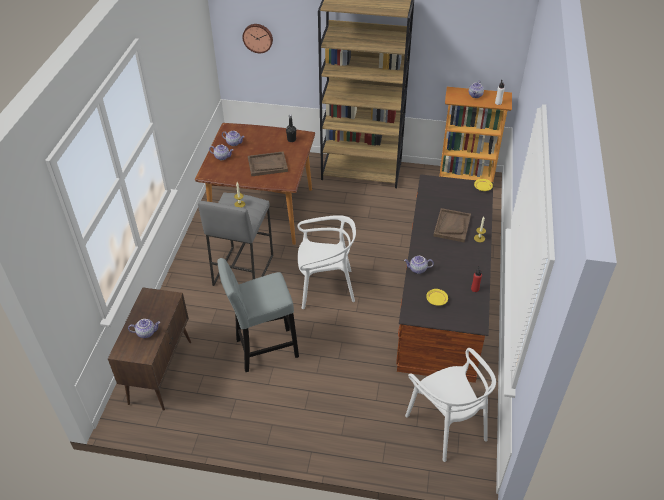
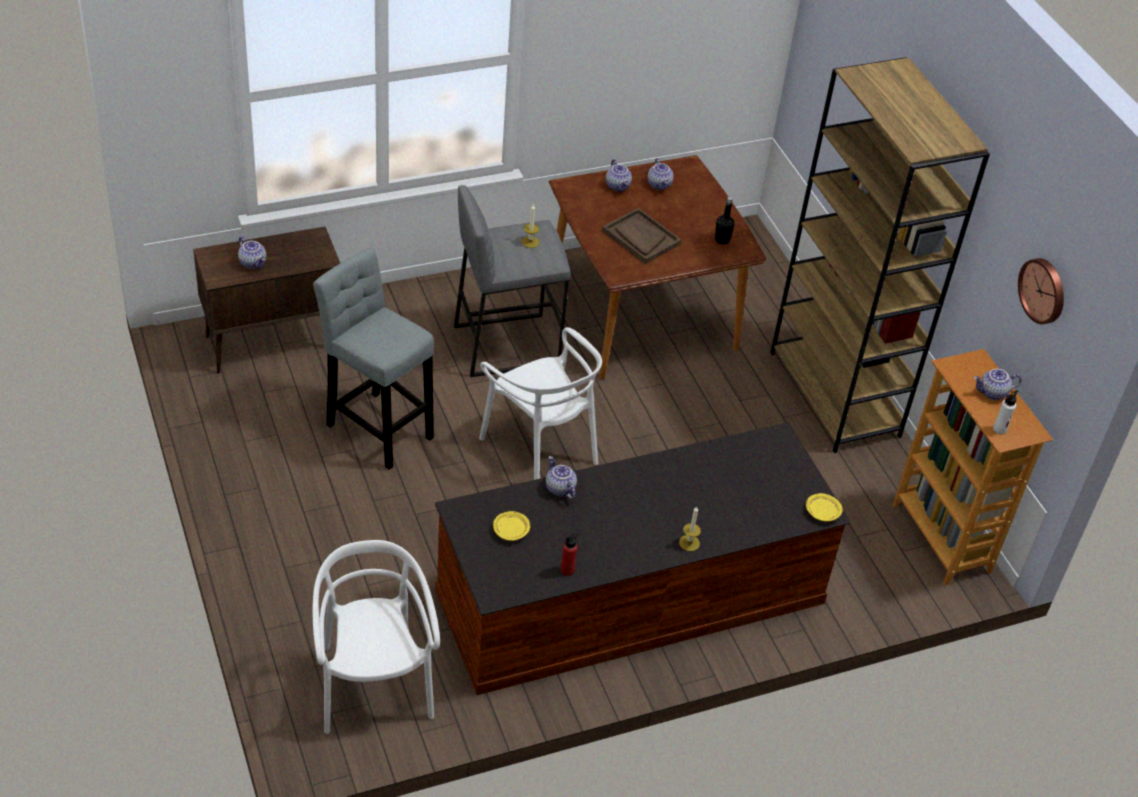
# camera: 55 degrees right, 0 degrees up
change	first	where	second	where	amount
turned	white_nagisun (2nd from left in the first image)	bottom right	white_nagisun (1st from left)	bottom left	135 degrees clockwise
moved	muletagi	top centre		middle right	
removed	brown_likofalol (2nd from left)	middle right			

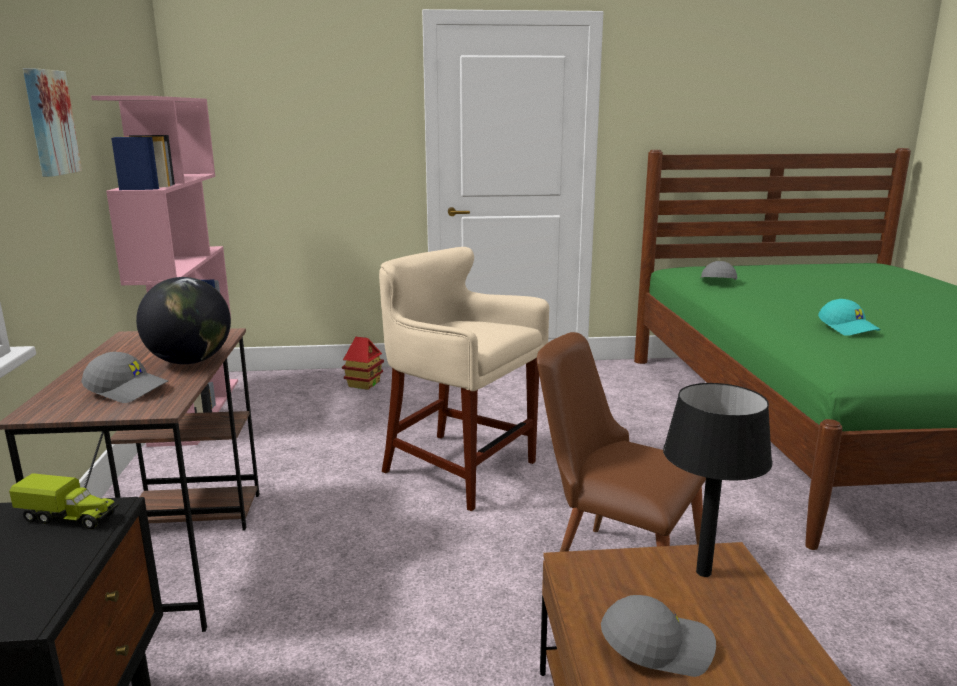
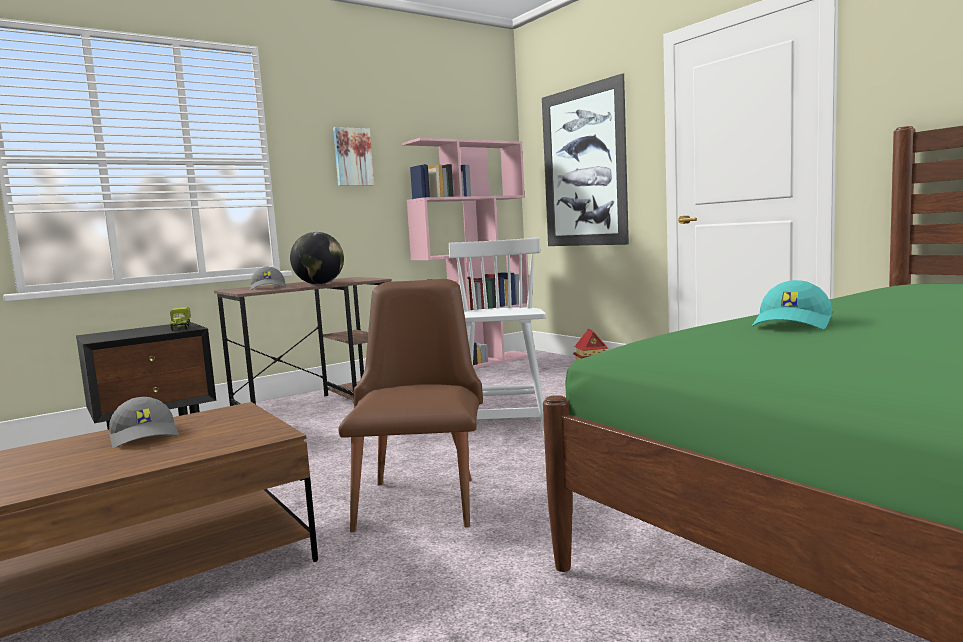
# camera: 60 degrees right, 10 degrees down
change	first	where	second	where	amount
replaced	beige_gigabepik	centre	white_nagisun	centre	
added			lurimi (2nd from left)	top centre	
removed	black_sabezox	bottom right			
removed	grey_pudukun (3rd from left)	middle right			

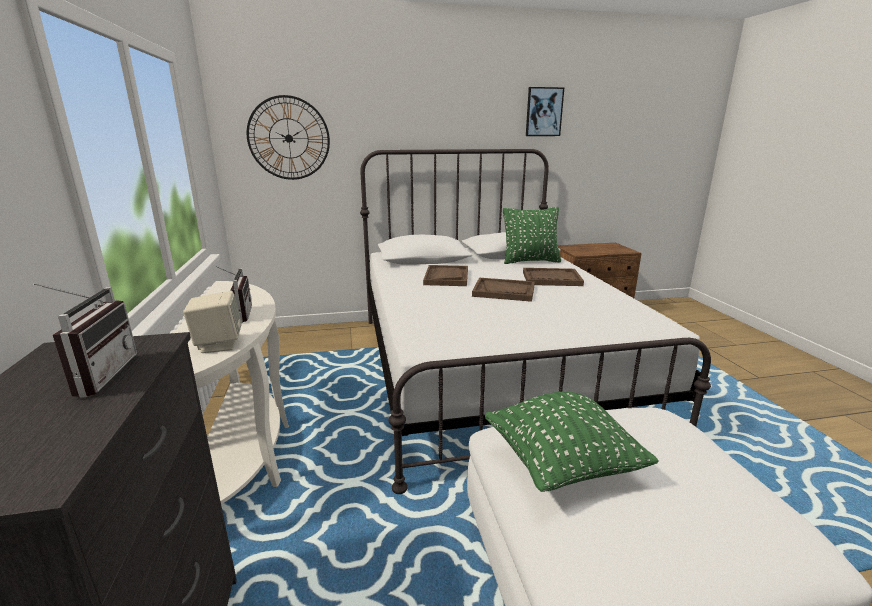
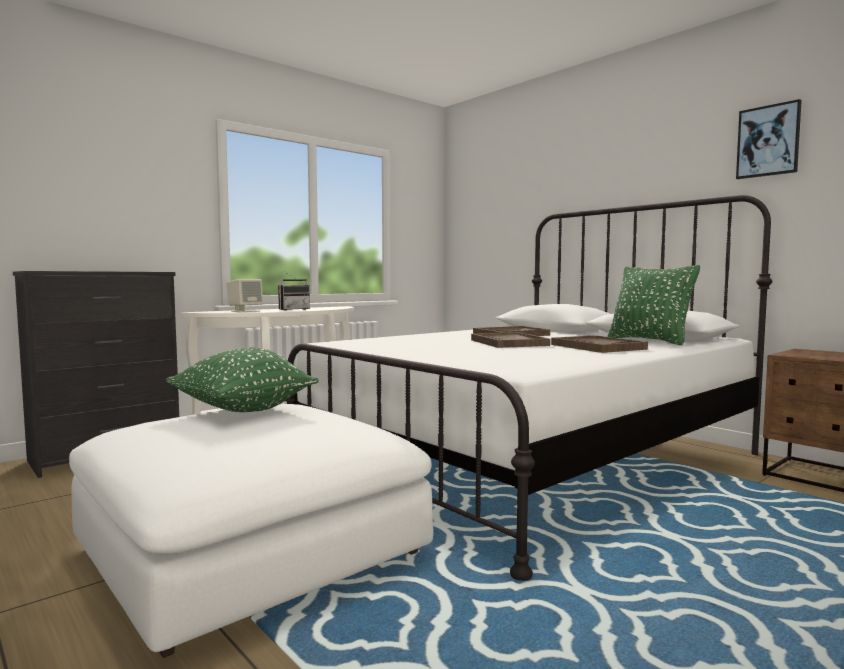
# camera: 60 degrees right, 15 degrees down
change	first	where	second	where	amount
removed	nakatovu (1st from left)	middle left			
removed	muletagi	top left			

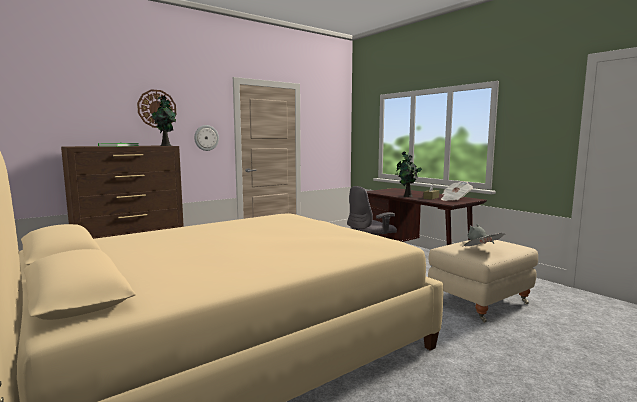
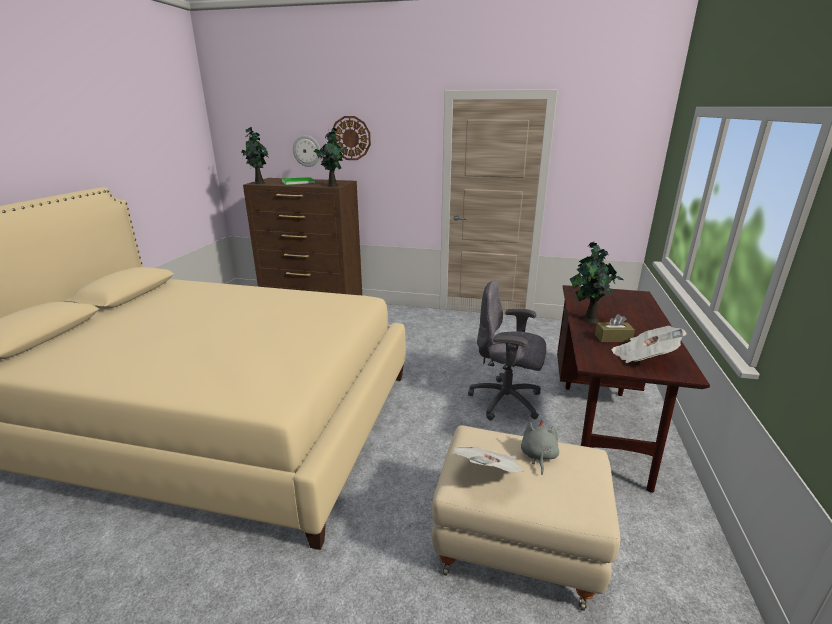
# camera: 50 degrees right, 15 degrees up
change	first	where	second	where	amount
added			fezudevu (1st from left)	top left	
moved	muletagi (2nd from left in the first image)	middle left	muletagi (1st from left)	top centre	

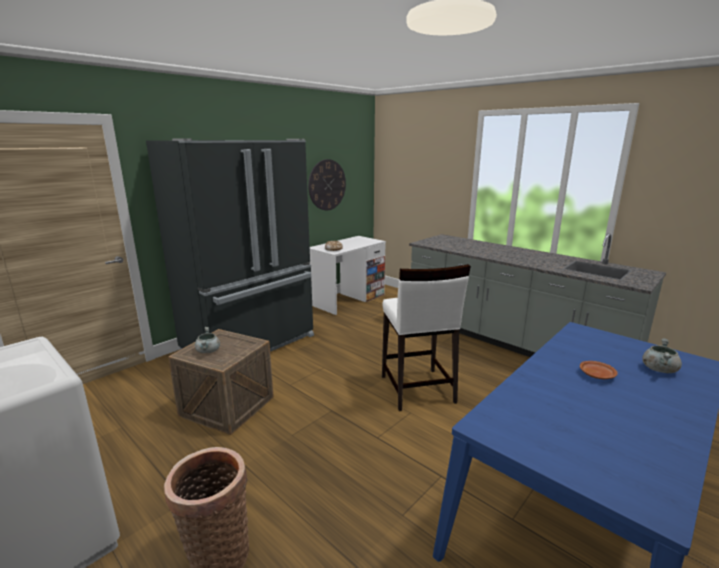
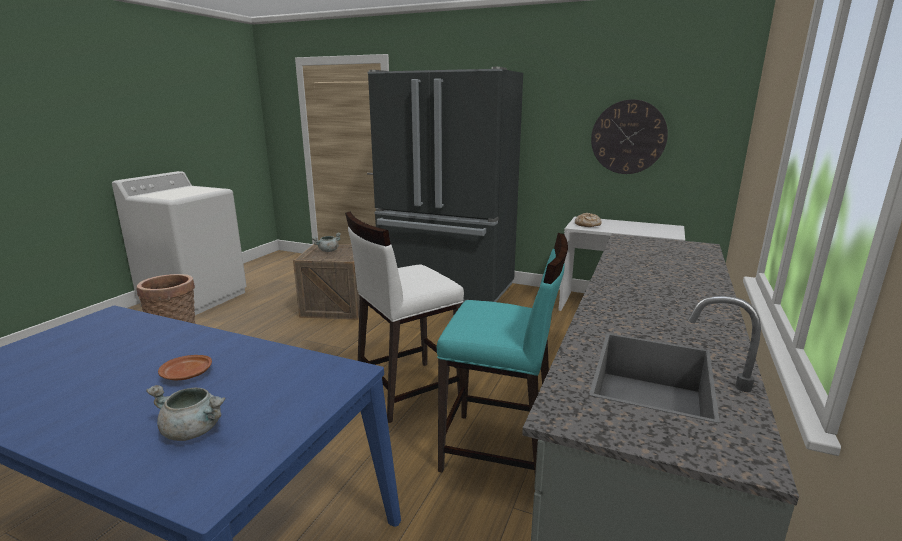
# camera: 70 degrees right, 0 degrees up
change	first	where	second	where	amount
added			turquoise_gigabepik	centre	

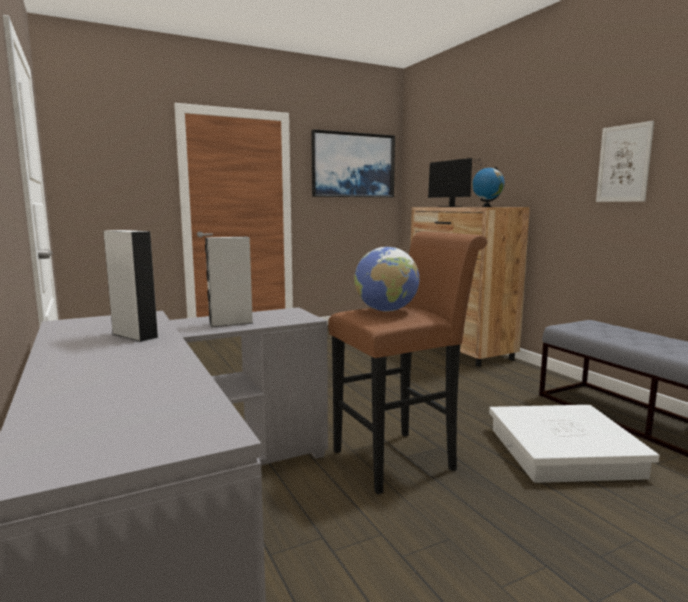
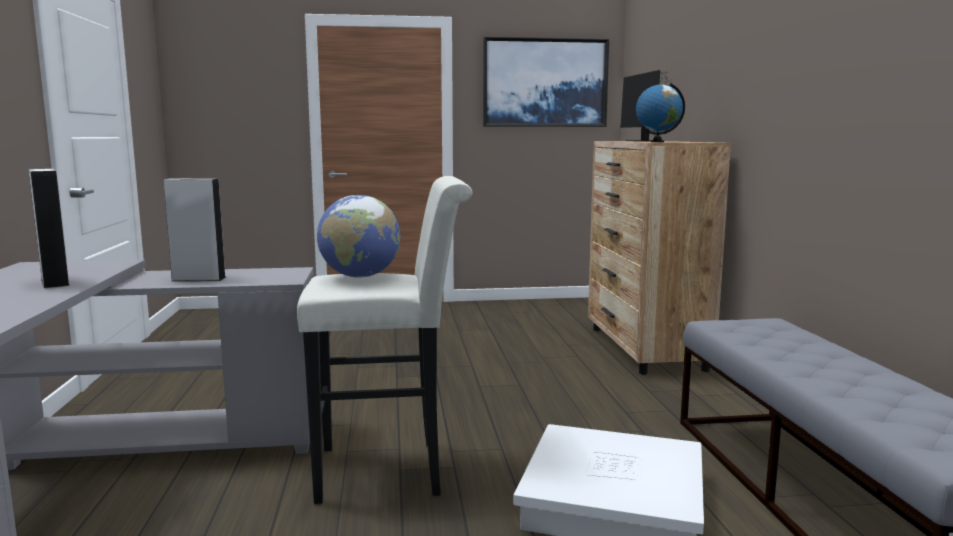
# camera: 20 degrees right, 0 degrees up
change	first	where	second	where	amount
recoloured	brown_gigabepik	centre	white_gigabepik	centre	
removed	lurimi (2nd from left)	top right			

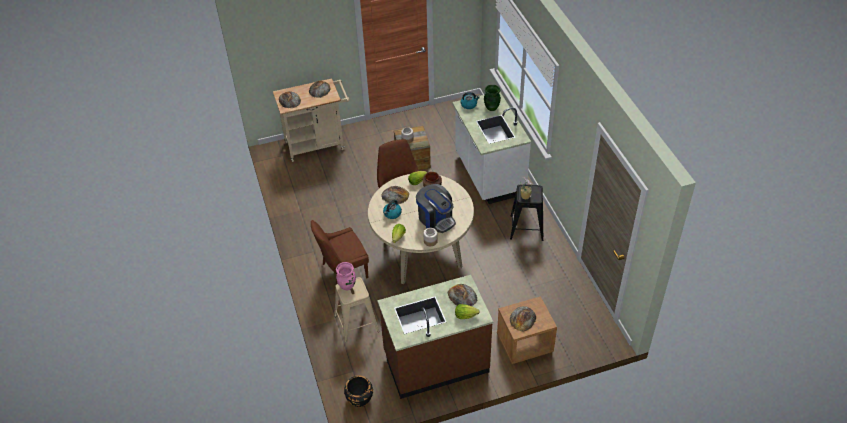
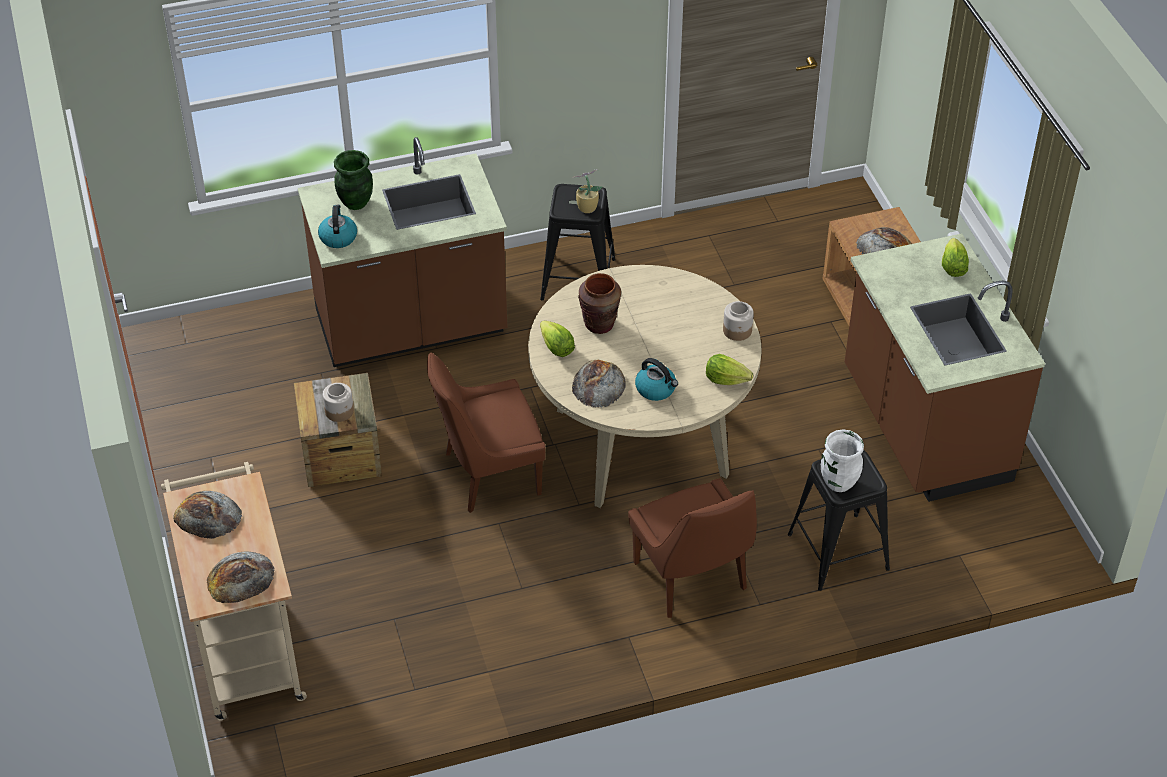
# camera: 90 degrees left, 0 degrees up
change	first	where	second	where	amount
recoloured	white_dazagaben	centre	brown_dazagaben (1st from left)	top centre	
recoloured	beige_gigabepik	bottom centre	black_gigabepik (2nd from left)	bottom right	
recoloured	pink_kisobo	centre	white_kisobo	middle right	
removed	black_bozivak	bottom centre			
removed	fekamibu	centre			
removed	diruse (4th from left)	bottom centre			

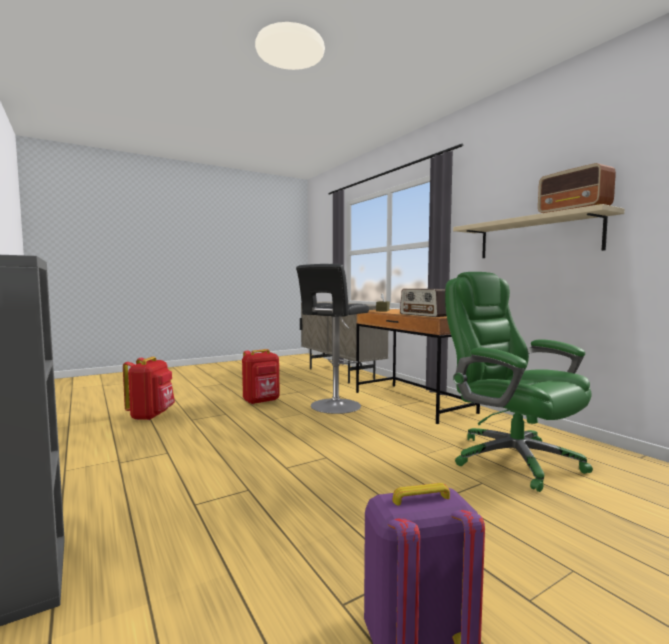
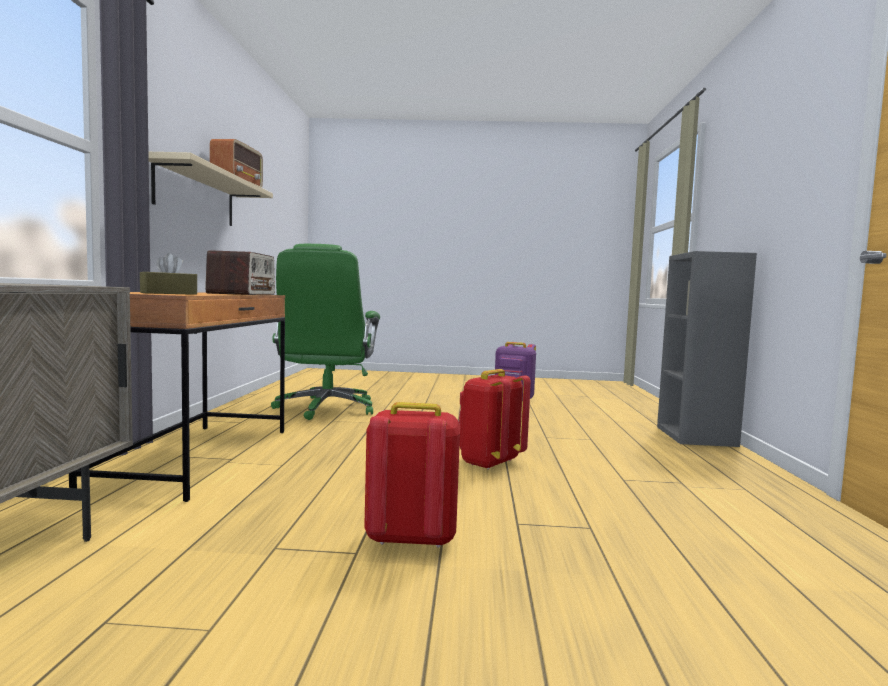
# camera: 145 degrees left, 0 degrees up
change	first	where	second	where	amount
moved	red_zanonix (1st from left in the first image)	middle left	red_zanonix (2nd from left)	centre	
removed	black_gigabepik	centre			

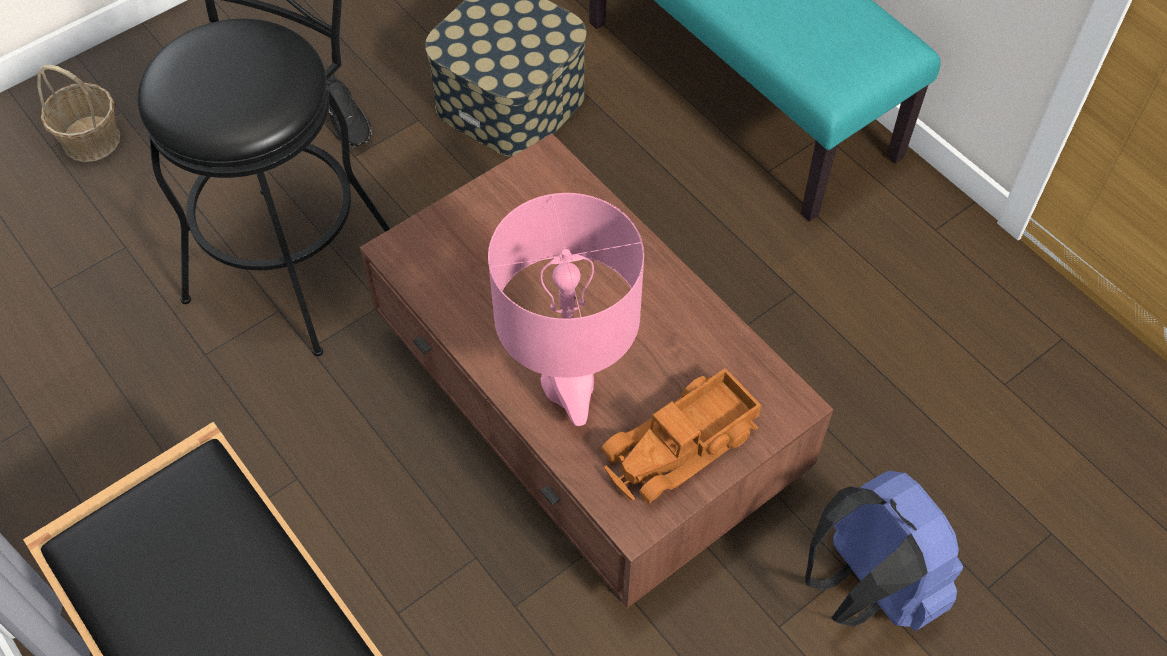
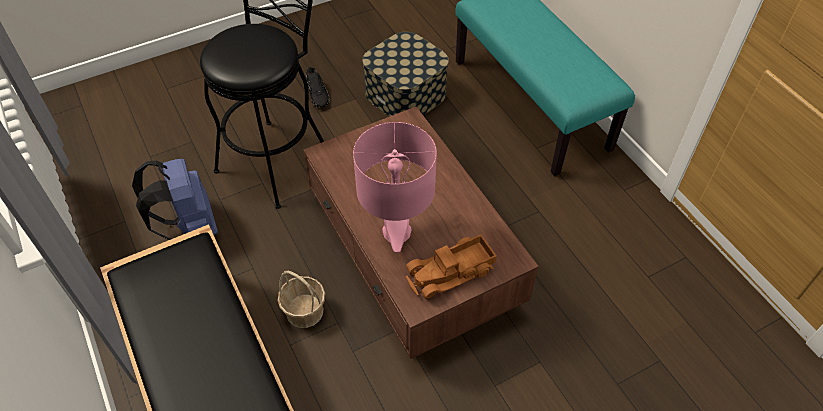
# camera: 10 degrees right, 5 degrees down
change	first	where	second	where	amount
moved	blue_zanonix	bottom right		middle left	
moved	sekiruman	top left		bottom centre	

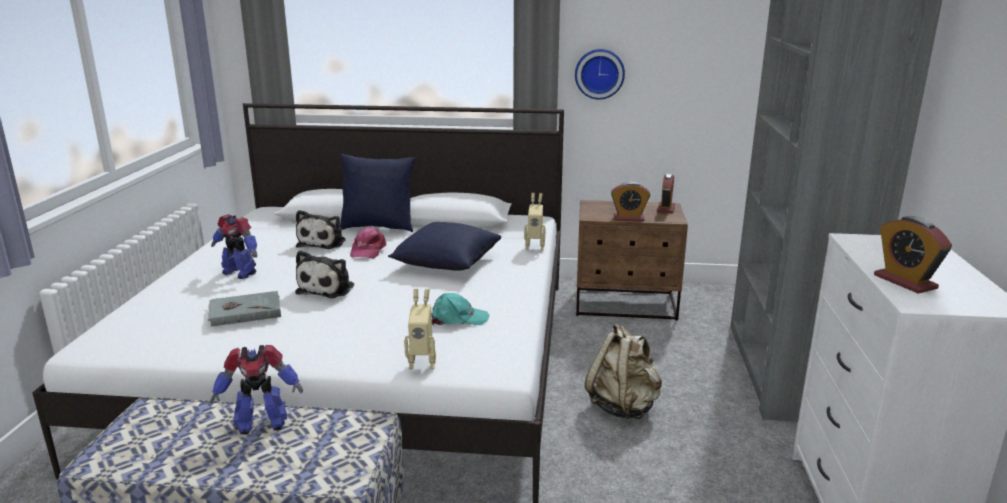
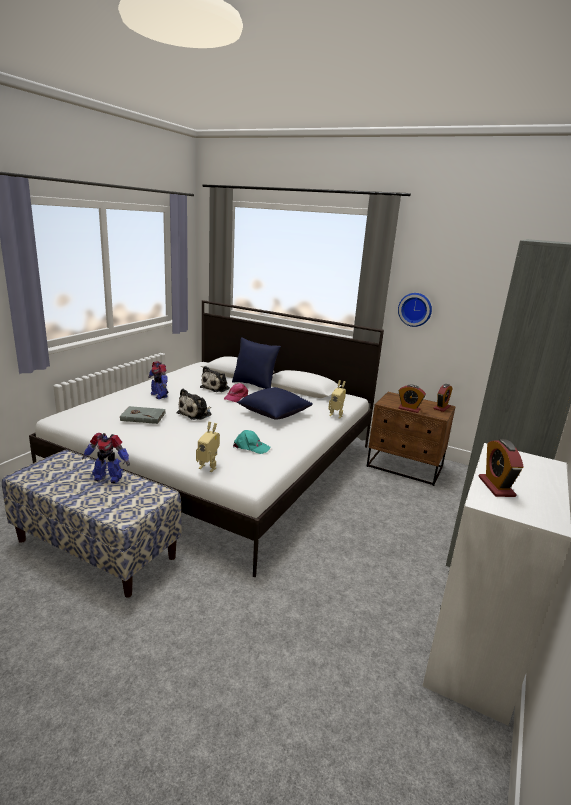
# camera: 20 degrees right, 0 degrees up
change	first	where	second	where	amount
removed	beige_zanonix	bottom centre			

